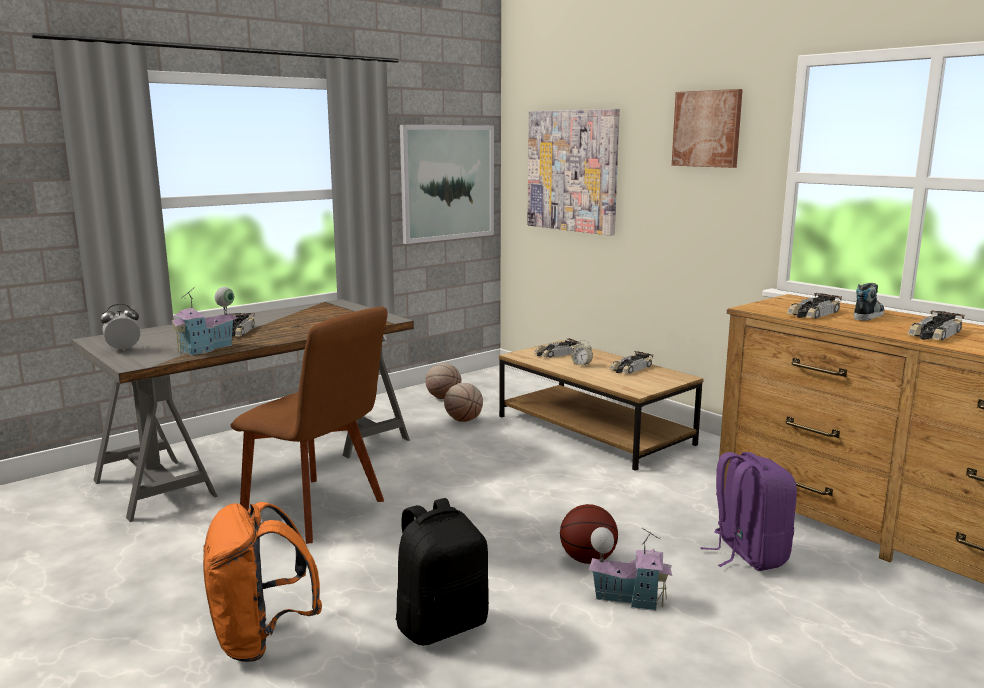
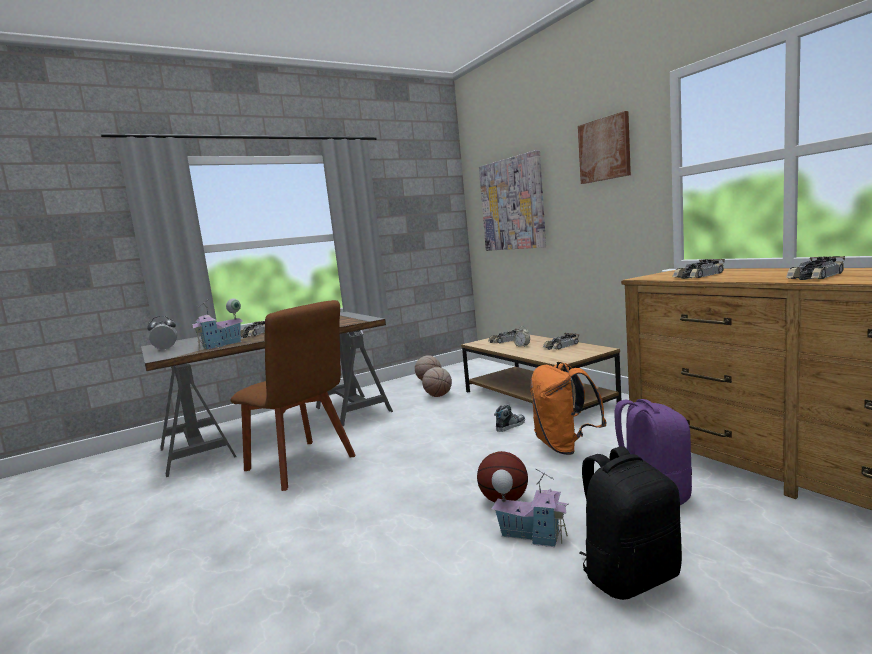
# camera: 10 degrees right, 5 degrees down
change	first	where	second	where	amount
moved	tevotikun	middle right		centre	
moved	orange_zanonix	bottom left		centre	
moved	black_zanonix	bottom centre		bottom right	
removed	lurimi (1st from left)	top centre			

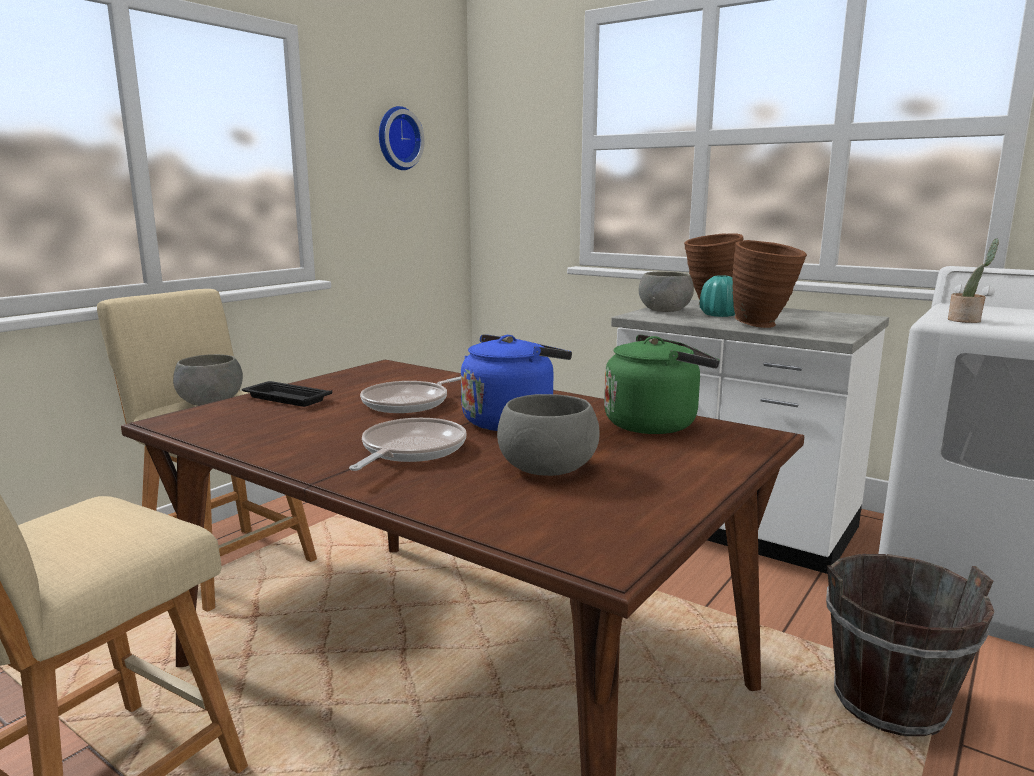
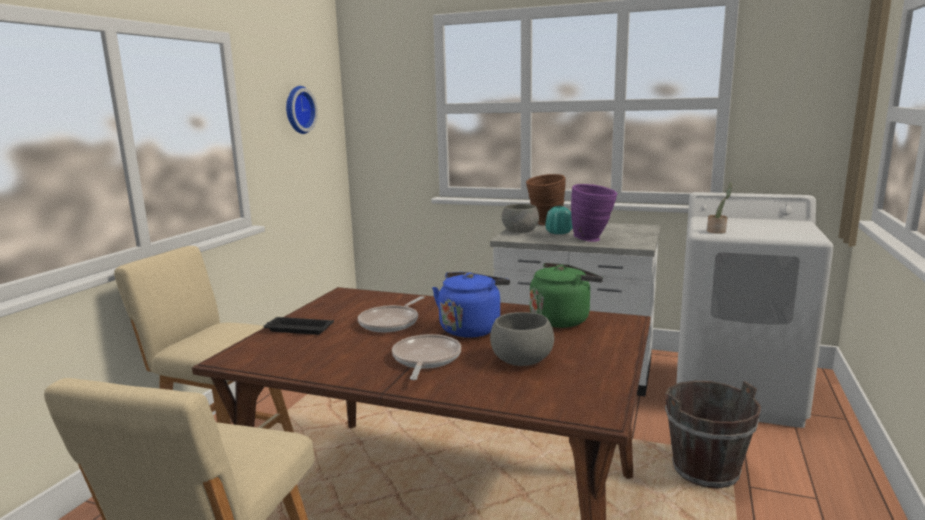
# camera: 15 degrees left, 0 degrees up
change	first	where	second	where	amount
recoloured	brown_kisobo (2nd from left)	middle right	purple_kisobo	centre	
removed	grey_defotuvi (1st from left)	middle left			

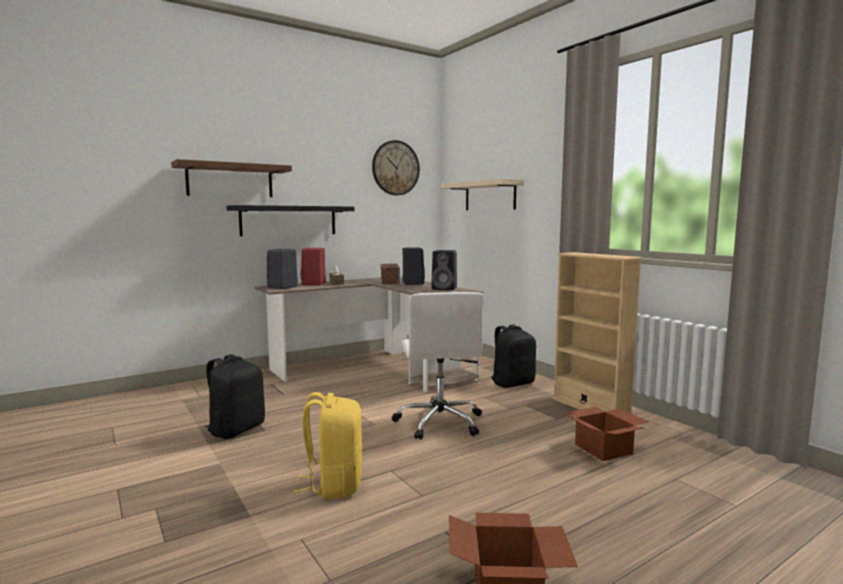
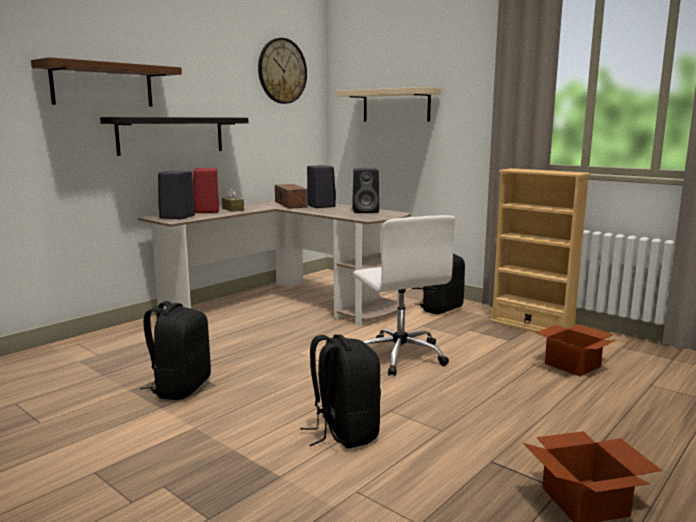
# camera: 15 degrees left, 5 degrees up
change	first	where	second	where	amount
recoloured	yellow_zanonix	bottom centre	black_zanonix (2nd from left)	bottom centre	

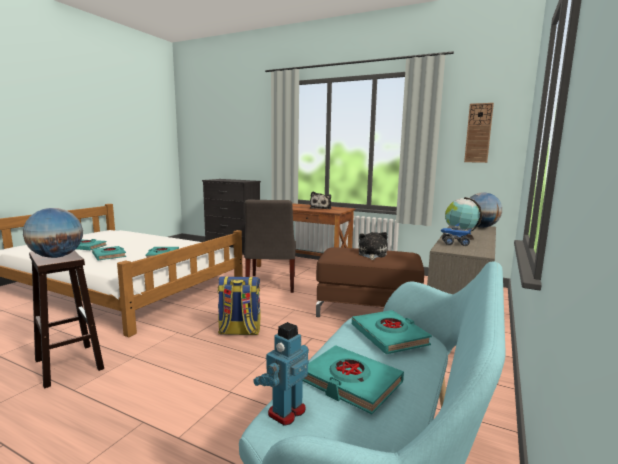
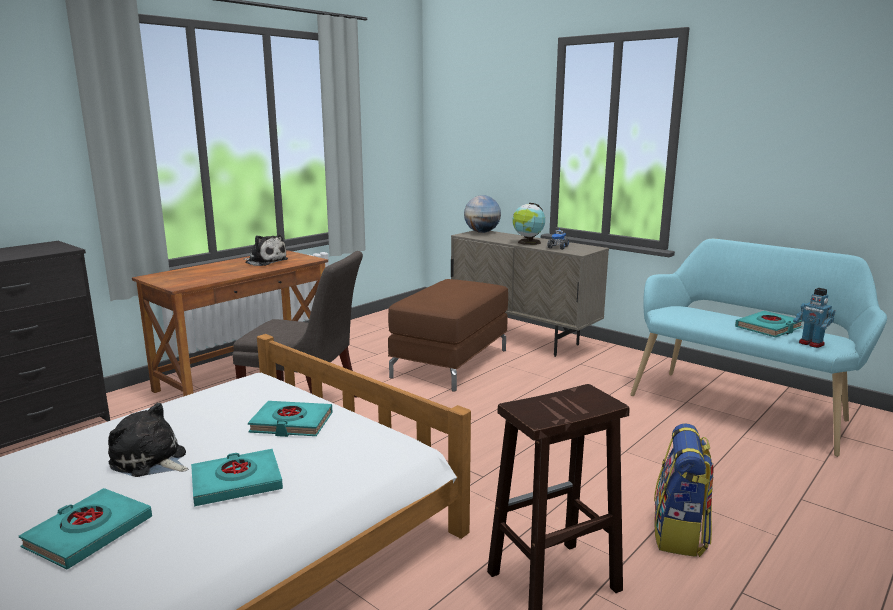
# camera: 75 degrees left, 5 degrees up
change	first	where	second	where	amount
moved	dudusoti (2nd from left in the first image)	centre	dudusoti (1st from left)	bottom left	
moved	zanonix	centre		bottom right	
removed	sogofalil (1st from left)	middle left			
removed	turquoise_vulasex (5th from left)	bottom centre			
removed	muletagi	top right			

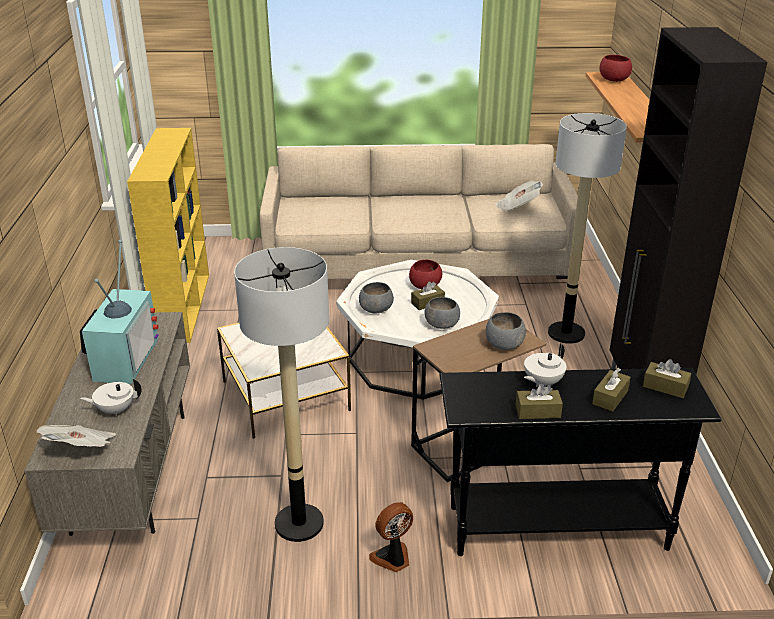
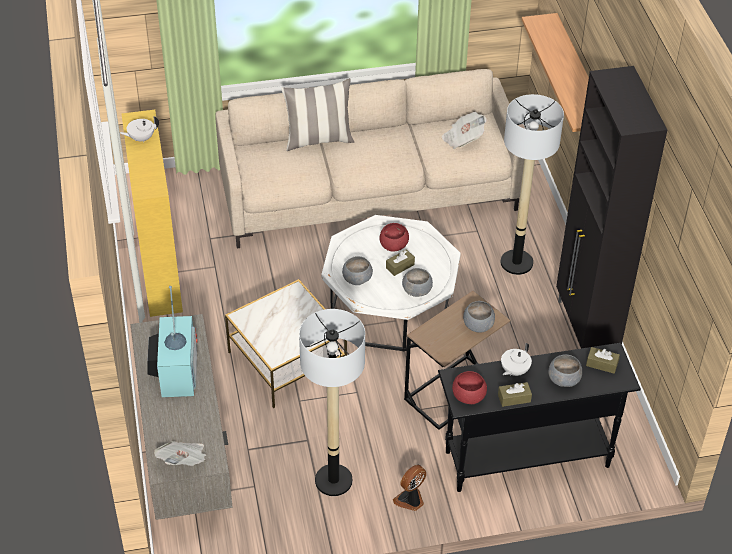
# camera: 10 degrees left, 15 degrees up
change	first	where	second	where	amount
moved	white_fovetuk (1st from left)	middle left		top left	
added			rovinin	top centre	
moved	red_defotuvi (2nd from left)	top right		bottom centre	
replaced	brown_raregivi (3rd from left)	middle right	grey_defotuvi (4th from left)	bottom right	

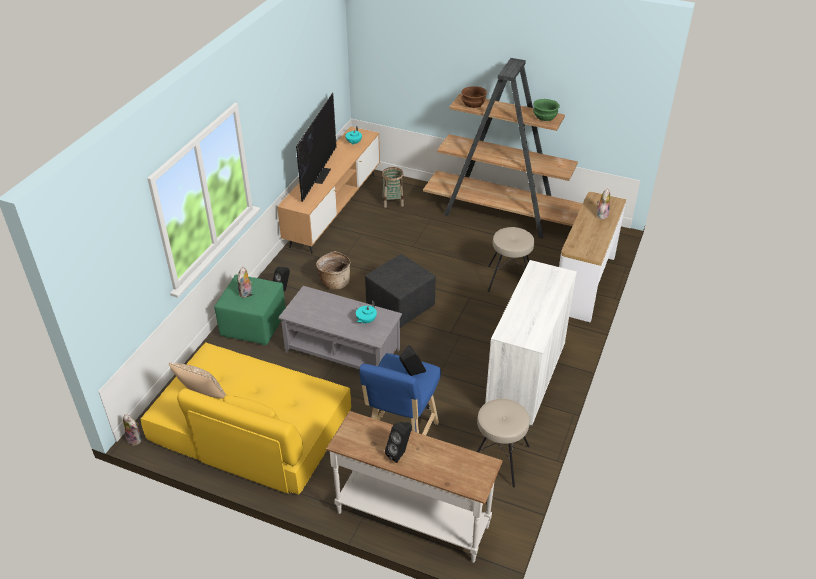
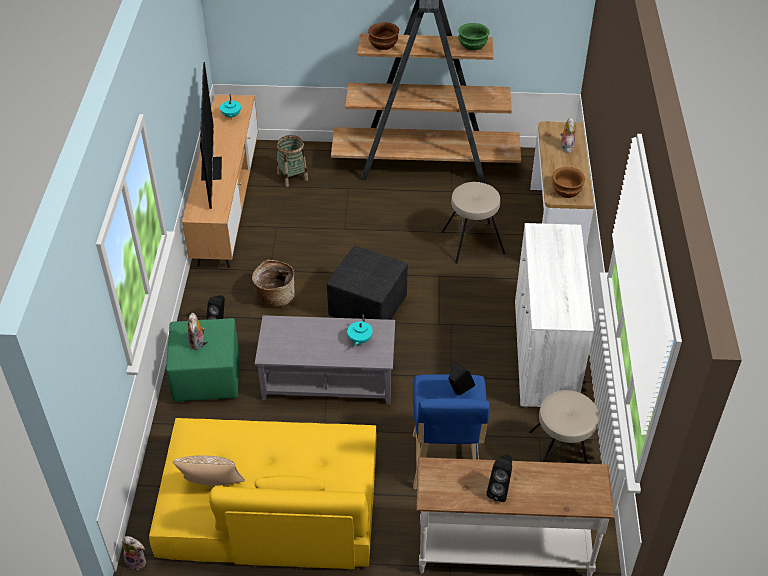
# camera: 20 degrees left, 5 degrees up
change	first	where	second	where	amount
added			brown_defotuvi (2nd from left)	top right	

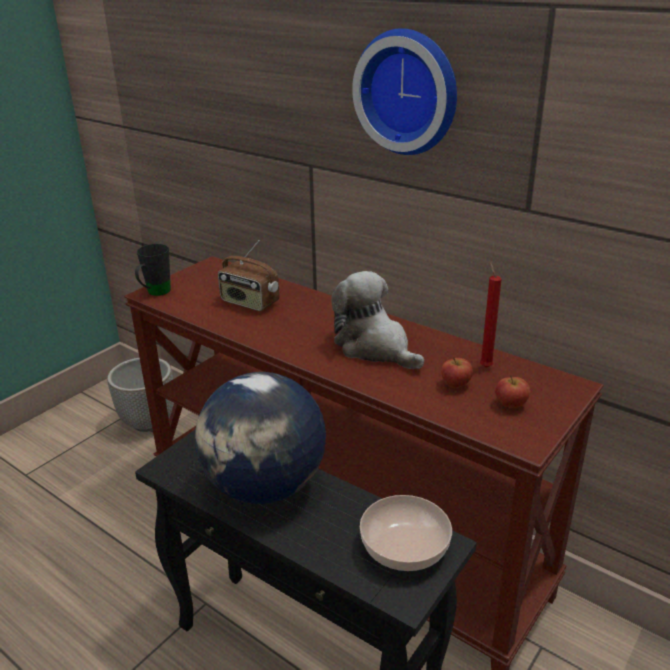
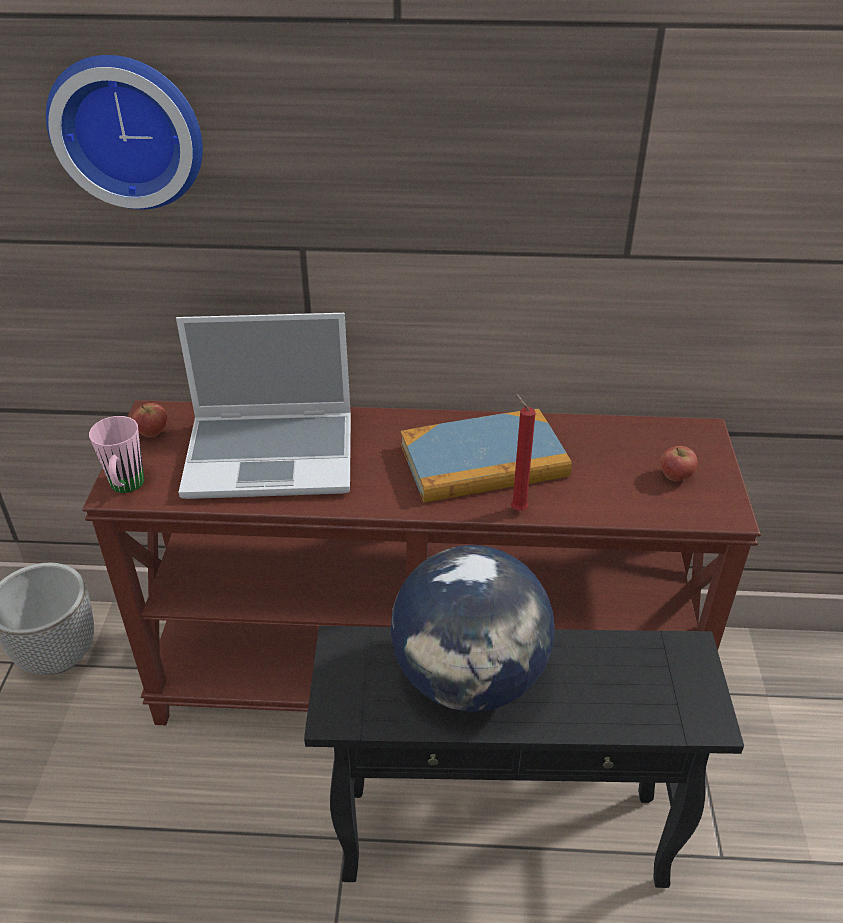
# camera: 35 degrees left, 10 degrees up
change	first	where	second	where	amount
moved	muletagi	top centre		top left	
recoloured	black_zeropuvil	middle left	pink_zeropuvil	middle left	
moved	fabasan (1st from left)	middle right		middle left	
replaced	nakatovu	centre	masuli	middle left	
replaced	dudusoti	centre	vulasex	centre	
moved	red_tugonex	middle right		centre	
removed	defotuvi	bottom centre			

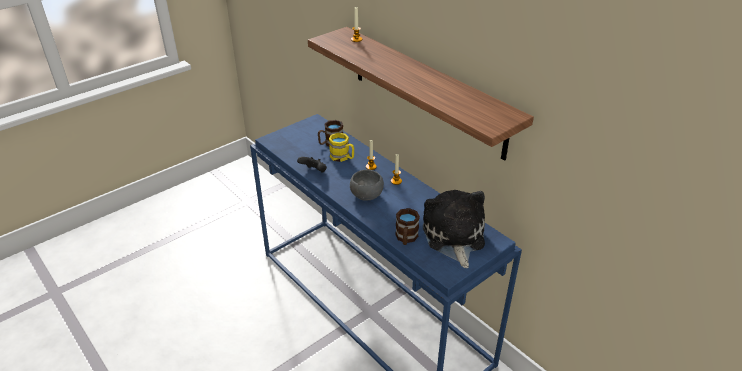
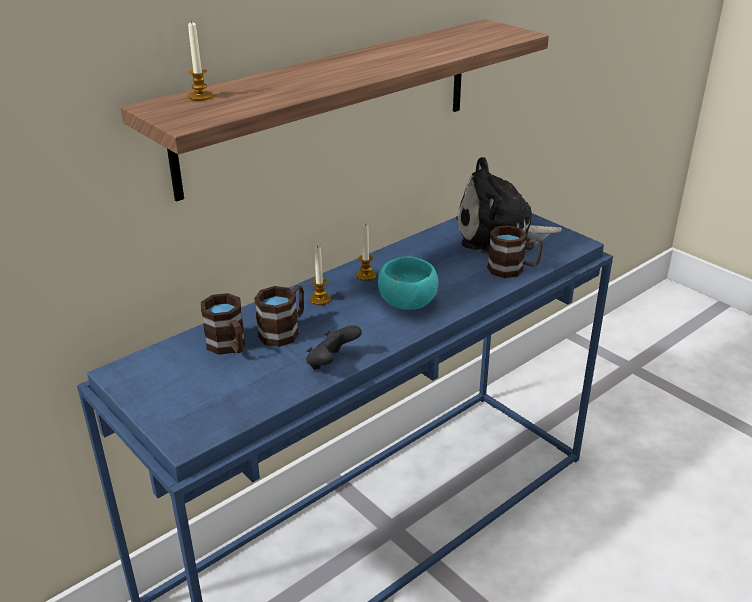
# camera: 90 degrees left, 5 degrees down
change	first	where	second	where	amount
recoloured	yellow_zeropuvil	centre	brown_zeropuvil (2nd from left)	centre	
recoloured	grey_defotuvi	centre	turquoise_defotuvi	centre	

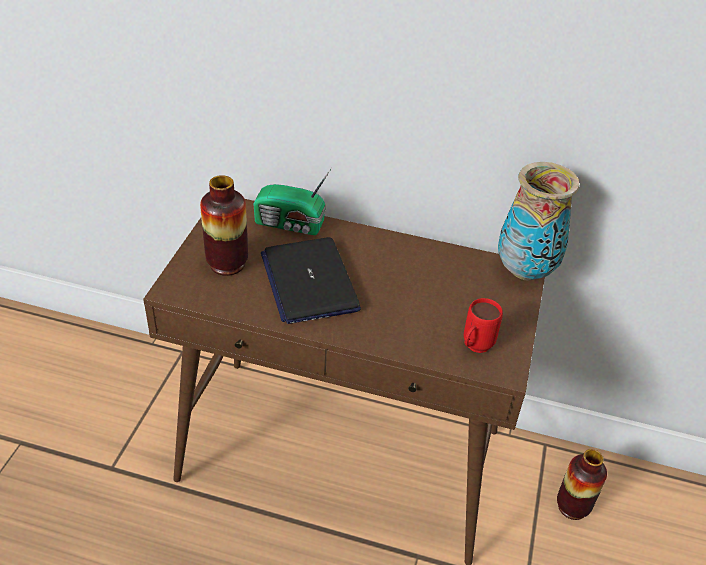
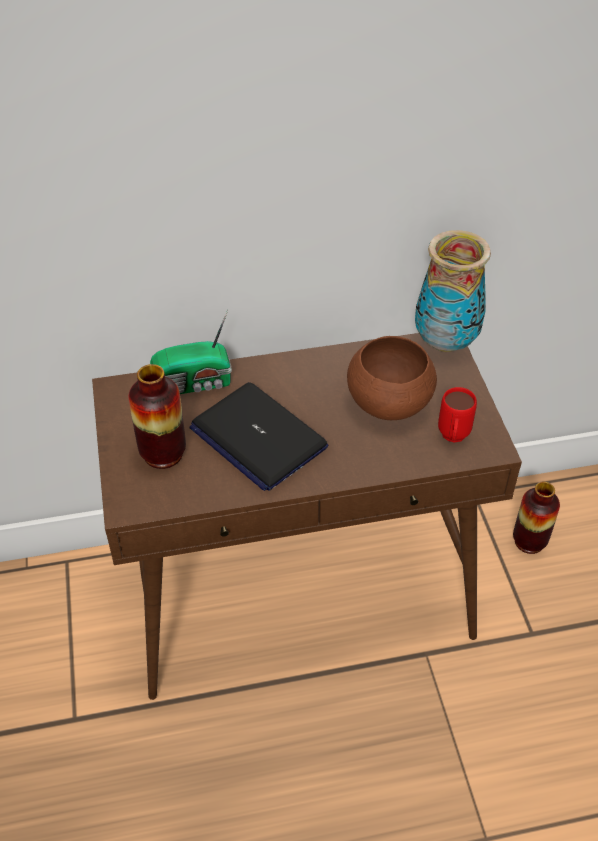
# camera: 25 degrees left, 5 degrees up
change	first	where	second	where	amount
added			brown_defotuvi	centre	

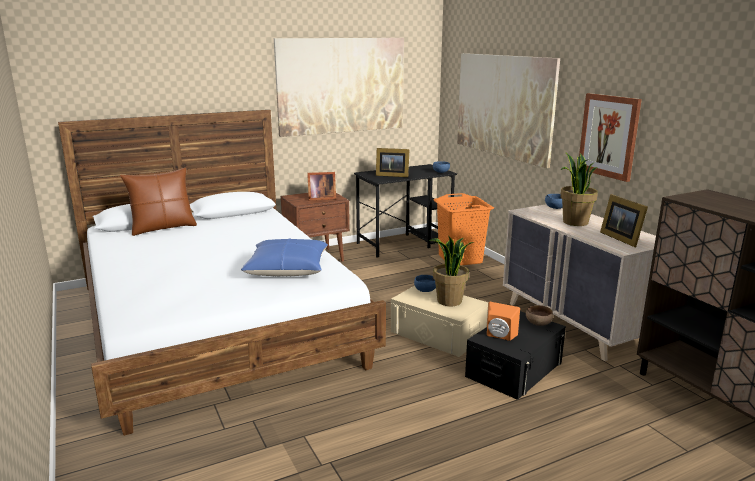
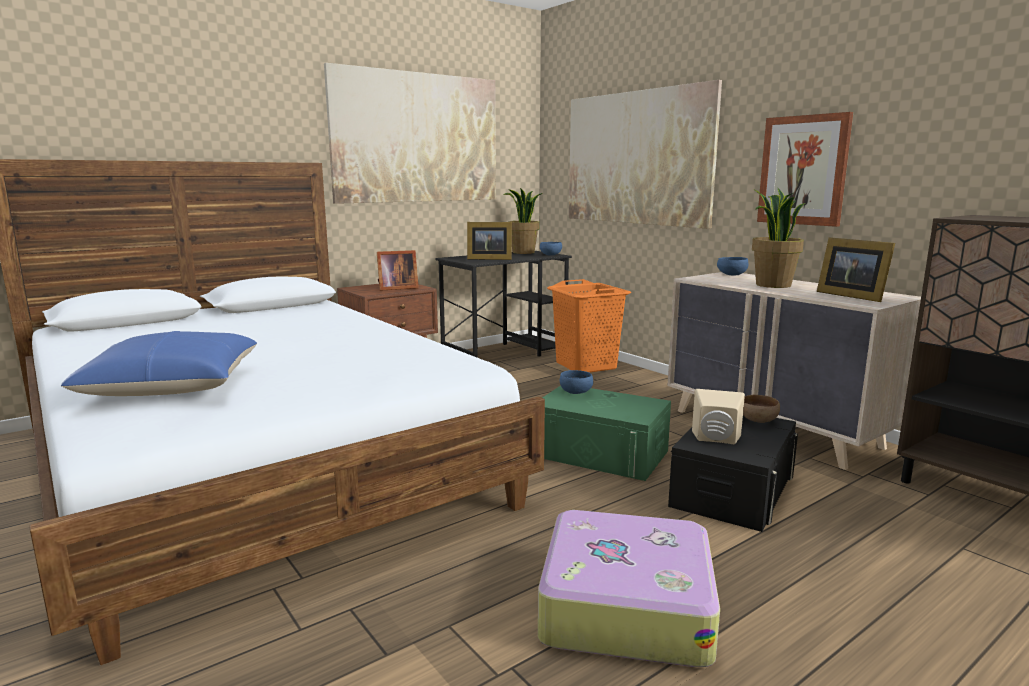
# camera: 10 degrees left, 5 degrees down
change	first	where	second	where	amount
moved	blue_rovinin	centre		middle left	
moved	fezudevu (1st from left)	centre		top centre	
added			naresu	bottom centre	
recoloured	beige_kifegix	bottom centre	green_kifegix	centre	
recoloured	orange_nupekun	bottom centre	beige_nupekun	middle right	
removed	brown_rovinin	middle left			

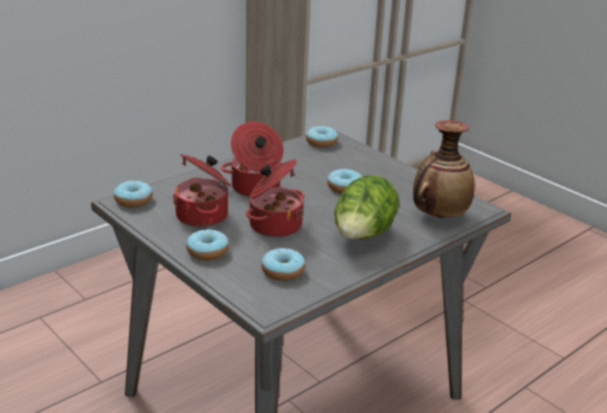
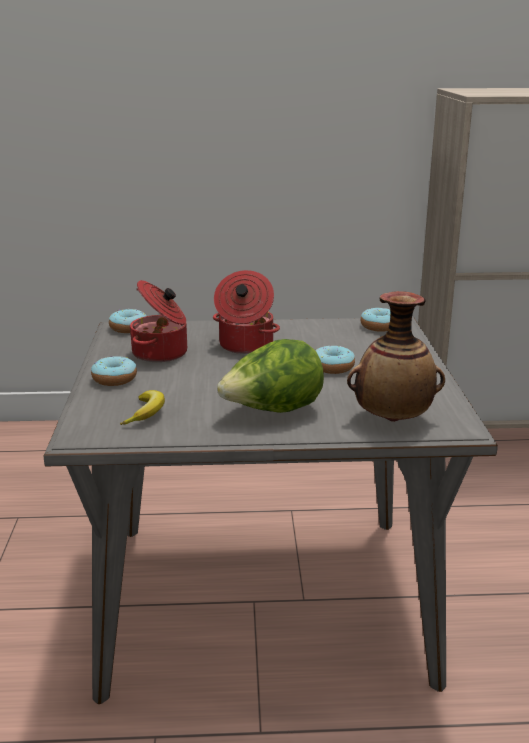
# camera: 40 degrees right, 5 degrees down
change	first	where	second	where	amount
replaced	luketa (3rd from left)	centre	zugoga	middle left	
removed	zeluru (3rd from left)	centre			

